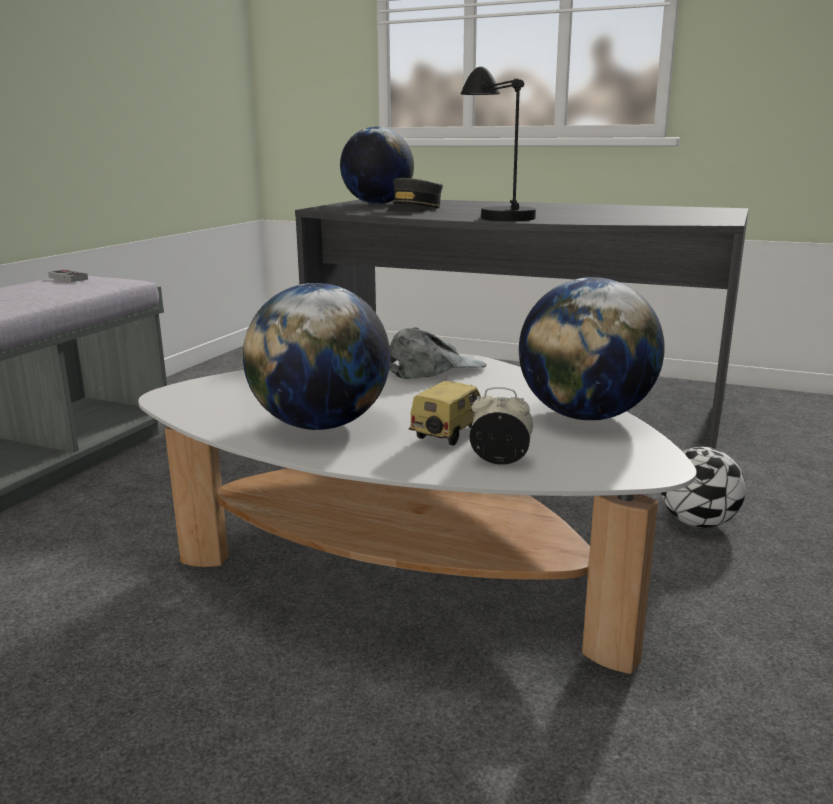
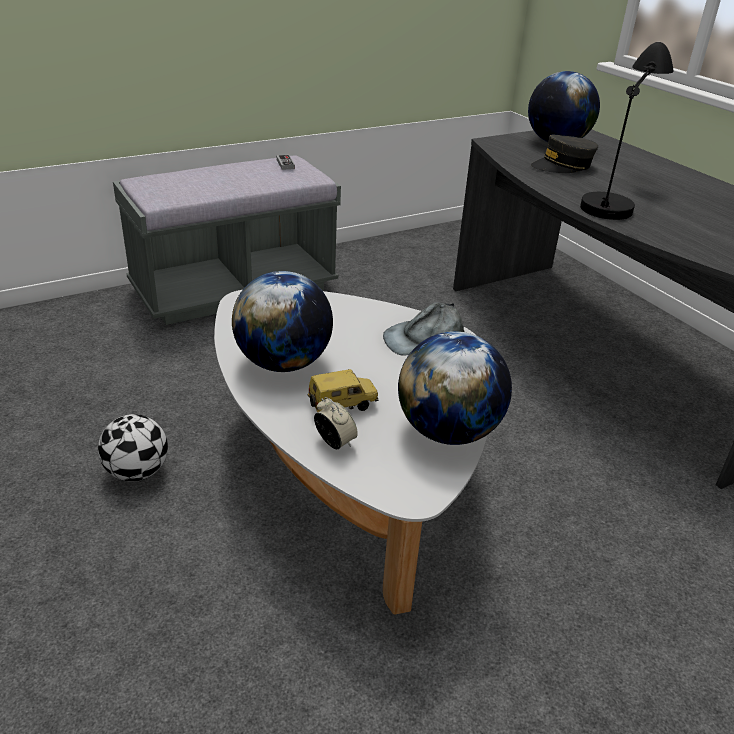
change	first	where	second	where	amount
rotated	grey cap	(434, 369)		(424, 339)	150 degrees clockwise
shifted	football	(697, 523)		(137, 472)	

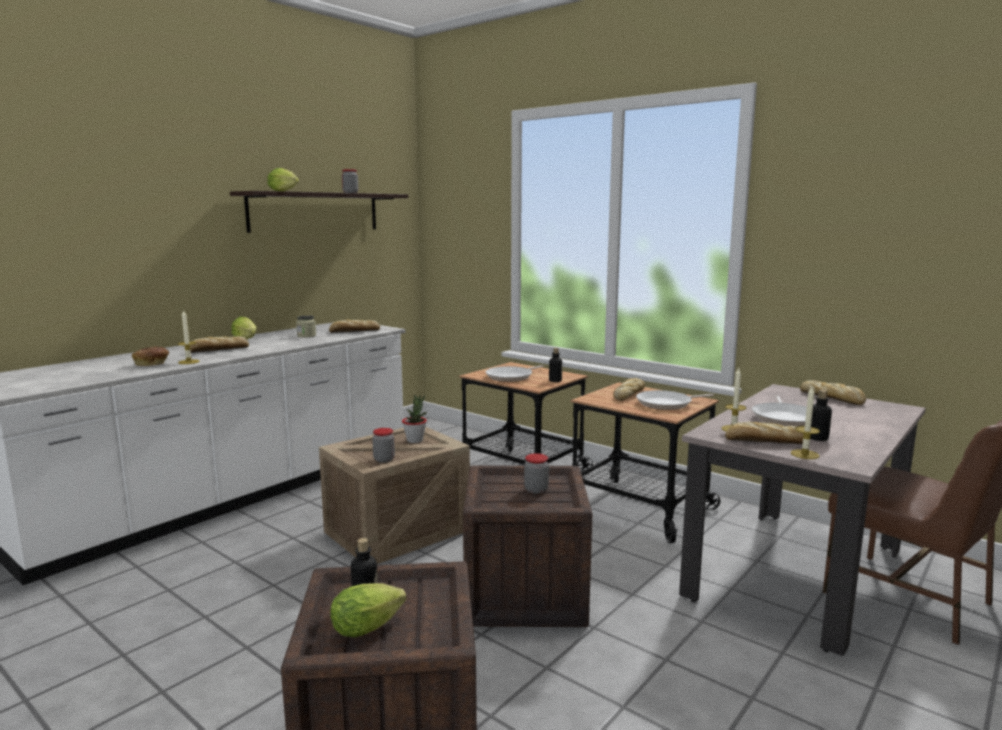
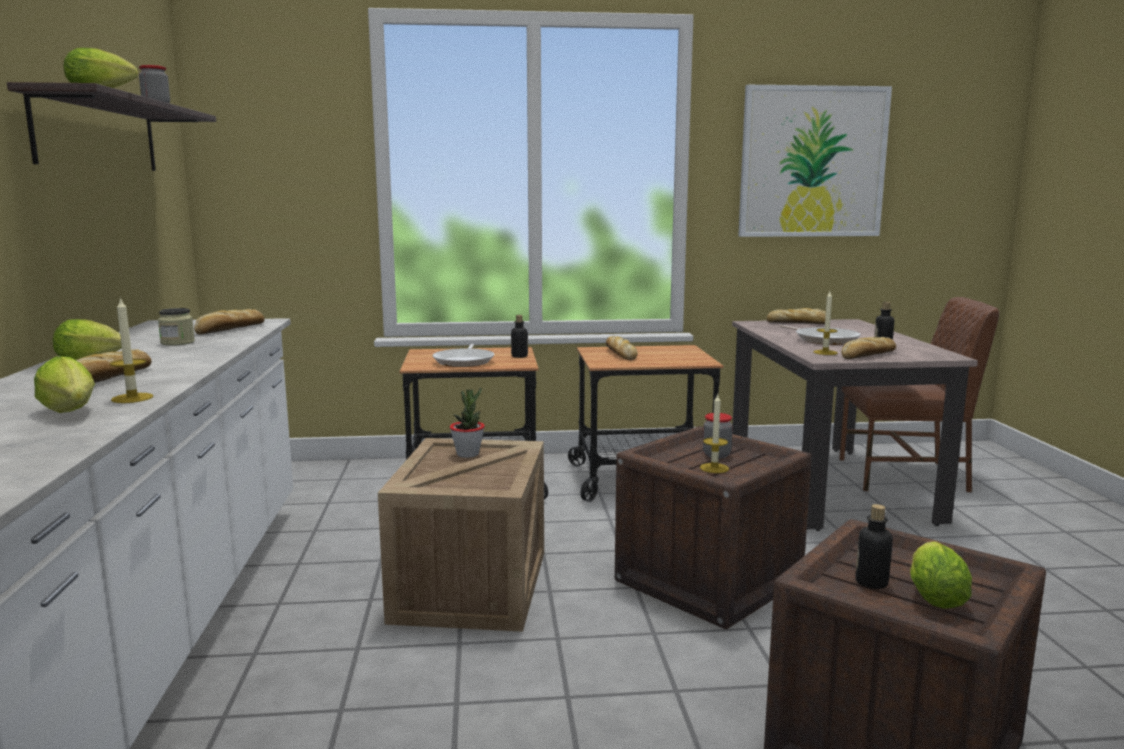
change	first	where	second	where	amount
swapped	bread	(152, 364)	lettuce	(71, 413)	
shifted	candle	(804, 454)		(714, 468)	
gone	frying pan	(667, 404)			
gone	jar	(384, 459)			
new			picture	(812, 162)	

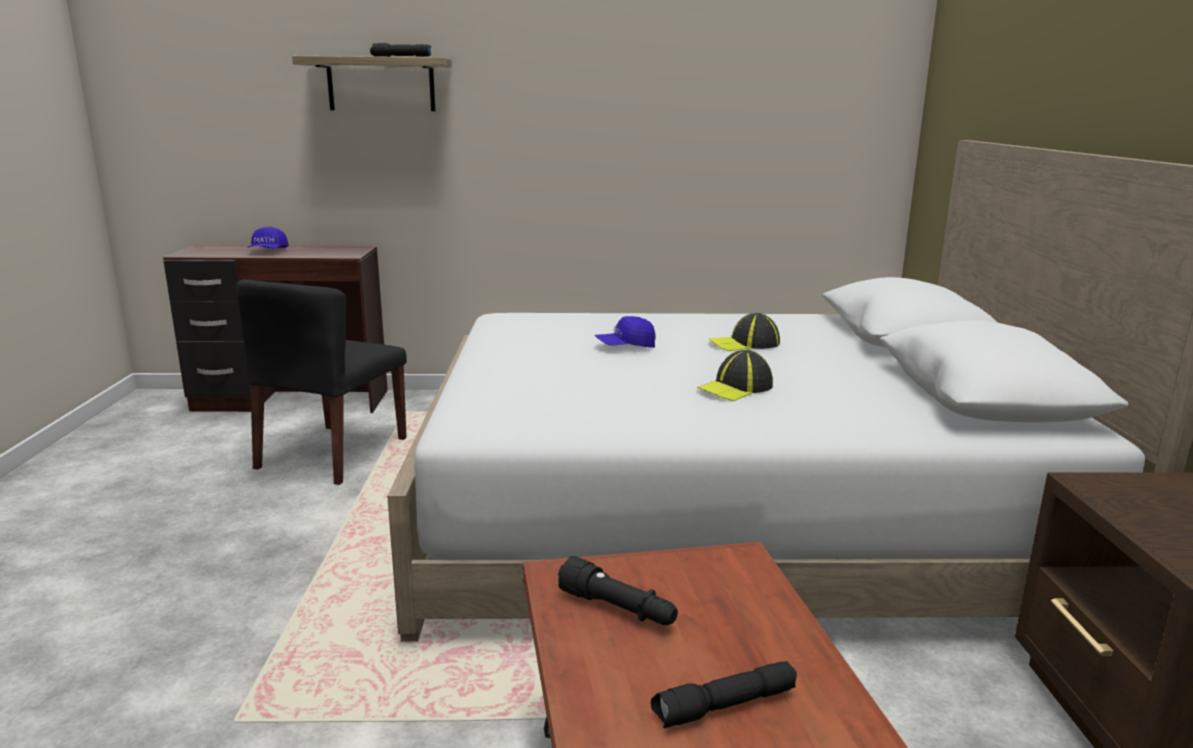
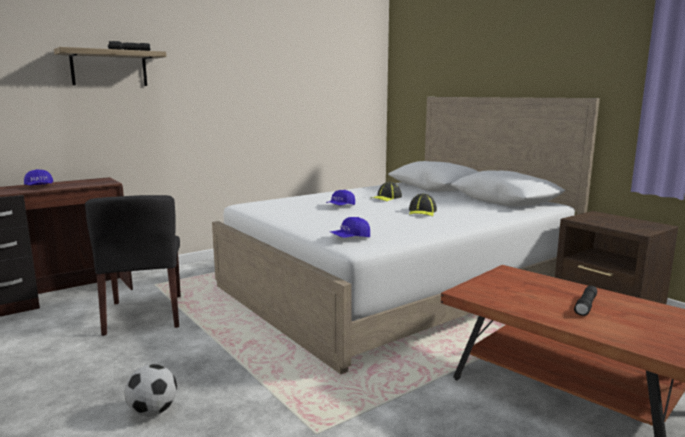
change	first	where	second	where	amount
gone	black flashlight	(618, 609)			
new			blue cap	(350, 238)	
new			football	(153, 411)	

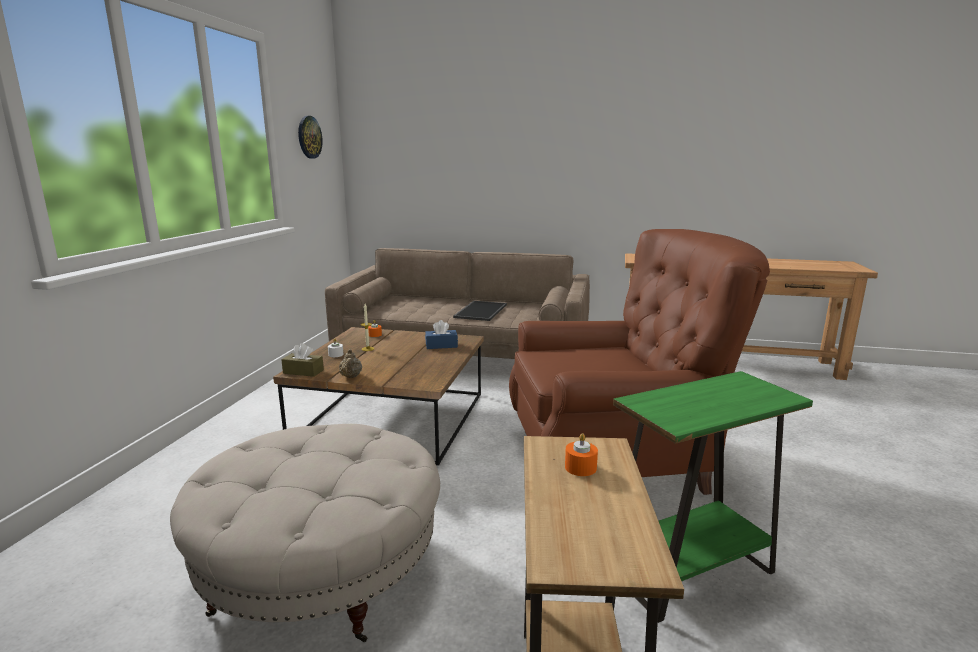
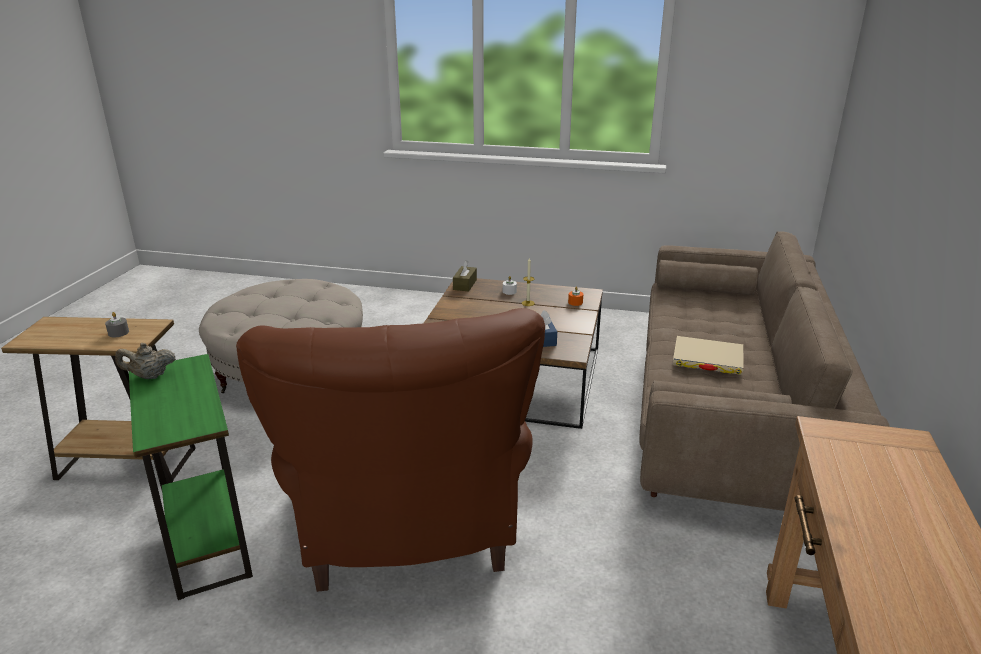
change	first	where	second	where	amount
gone	wall clock	(309, 137)			
swapped	tray	(480, 311)	beige book	(707, 359)	
shifted	beige teapot	(351, 377)		(149, 376)	
repainted	orange candle	(580, 467)	grey candle	(118, 333)	

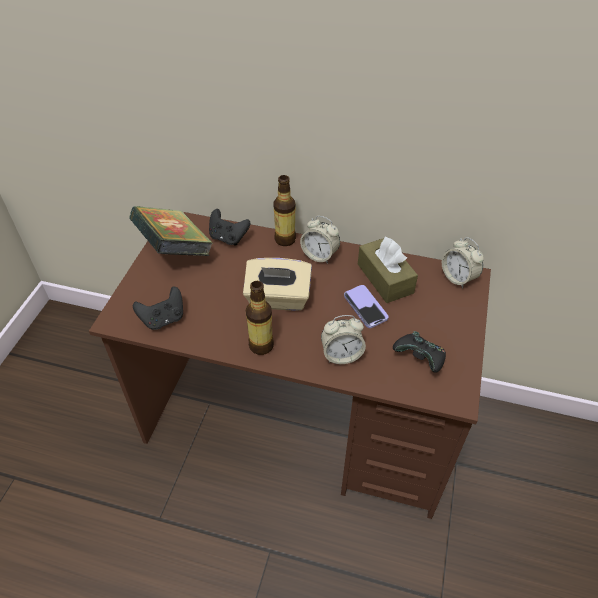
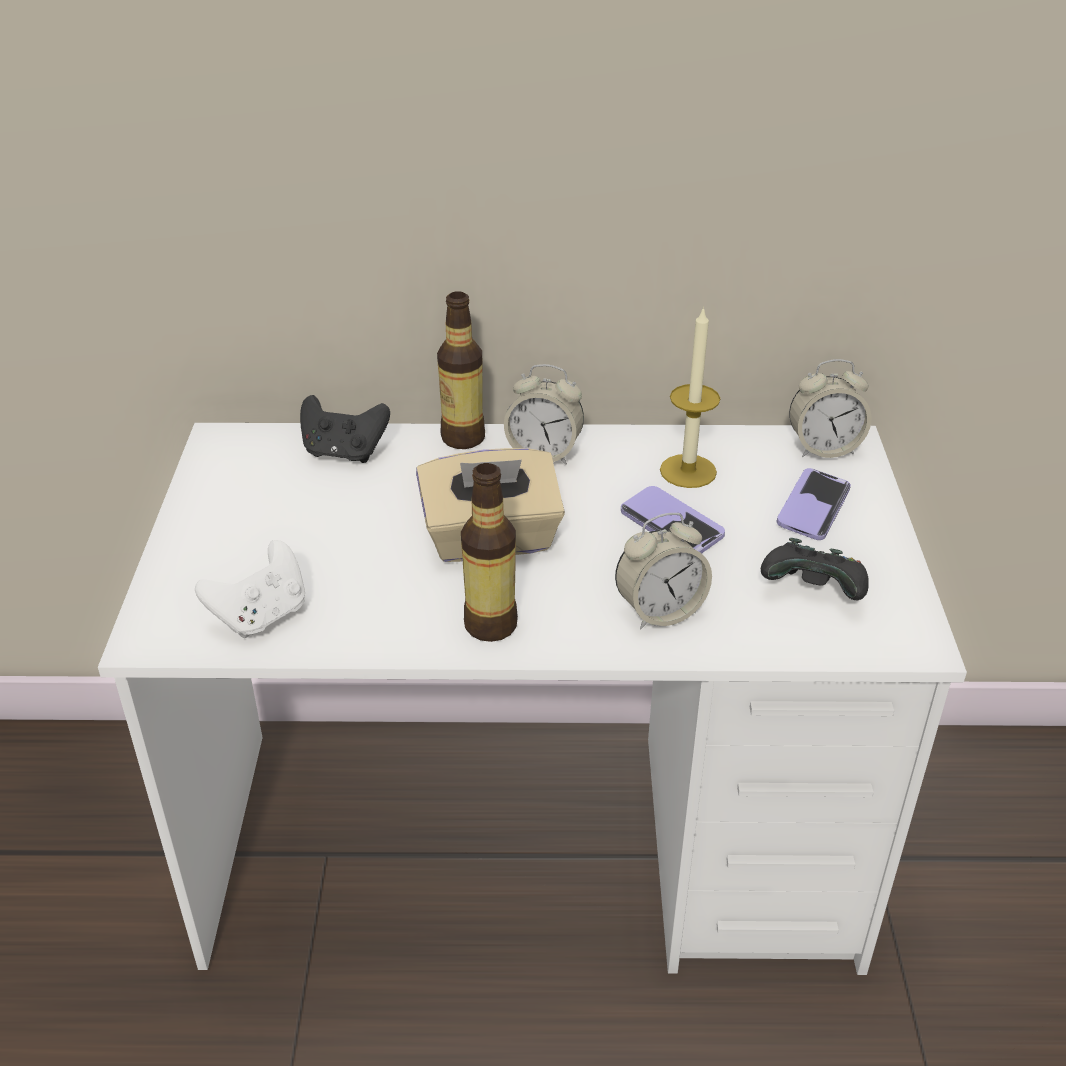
change	first	where	second	where	amount
gone	book	(174, 250)			
repainted	brown desk	(300, 421)	white desk	(534, 849)	
swapped	brown tissue box	(385, 278)	candle	(688, 471)	
rotated	alarm clock	(458, 278)		(823, 448)	45 degrees counterclockwise
repainted	black game controller	(163, 319)	white game controller	(261, 616)	
new			phone	(813, 507)	

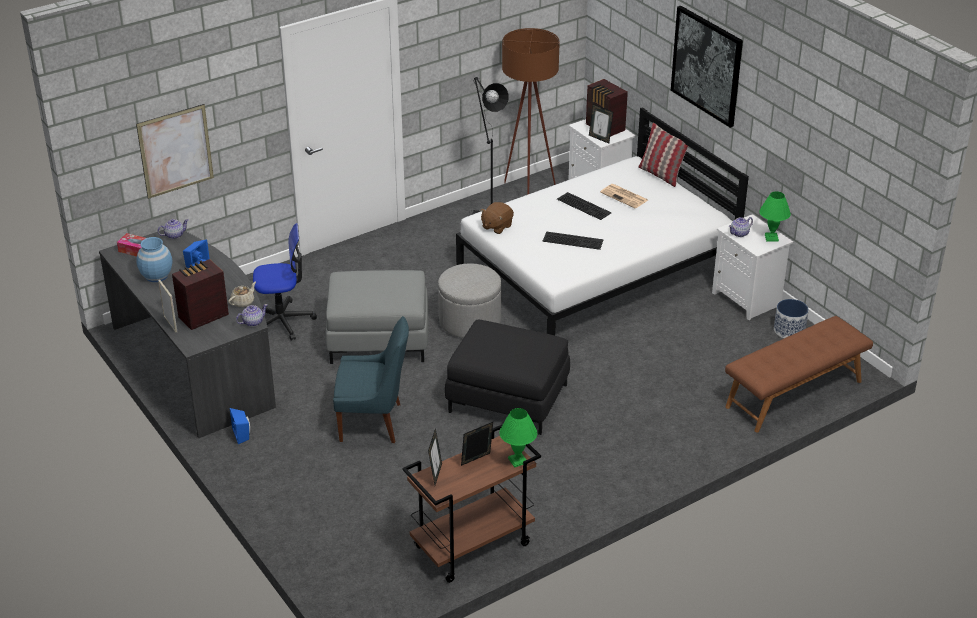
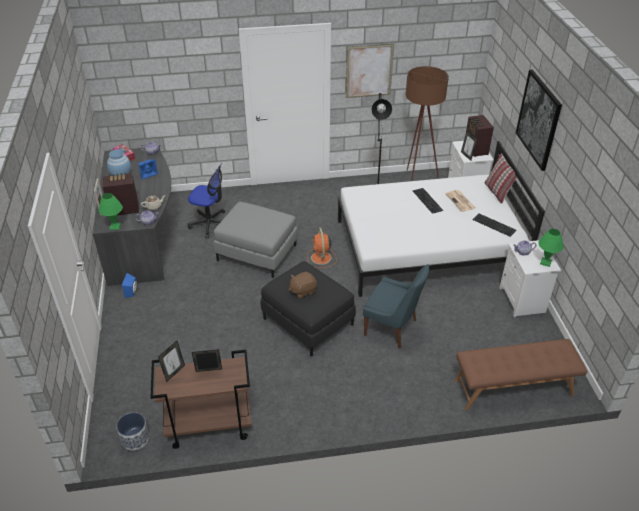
change	first	where	second	where	amount
shifted	picture	(175, 151)		(369, 71)	
shifted	brown plush toy	(496, 226)		(302, 291)	
shifted	keyboard	(573, 240)		(495, 224)	
swapped	grey ottoman	(470, 321)	orange fan	(321, 258)	
shifted	planter	(789, 331)		(135, 439)	
shifted	blue chair	(373, 422)		(392, 328)	
shifted	green table lamp	(518, 460)		(115, 226)	

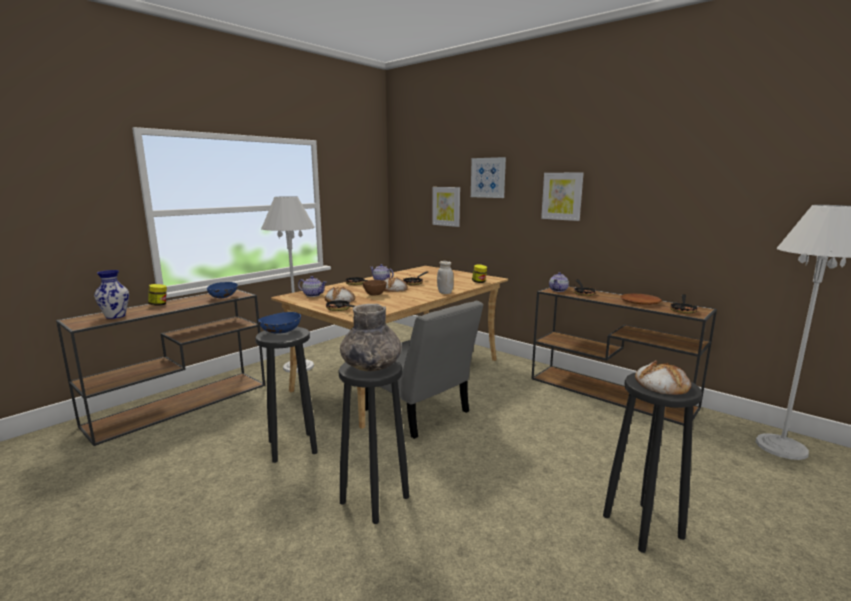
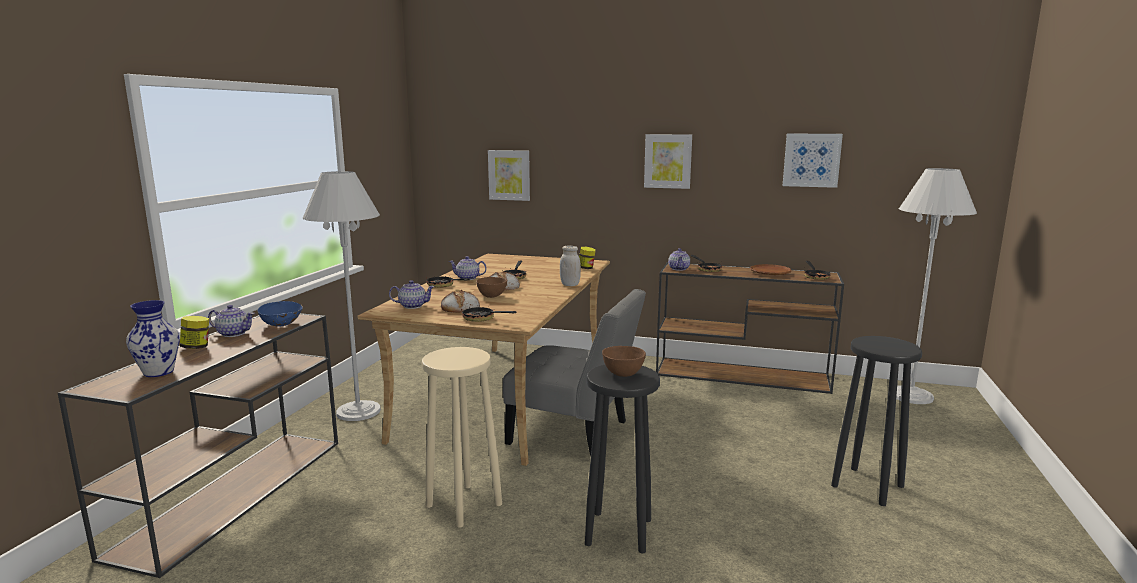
change	first	where	second	where	amount
shifted	picture	(488, 177)		(811, 160)	
swapped	grey vase	(371, 366)	brown bowl	(622, 374)	
gone	blue bowl	(281, 332)			
repainted	black stool	(291, 447)	beige stool	(463, 505)	
gone	bread	(661, 384)			
new			teapot	(233, 333)	

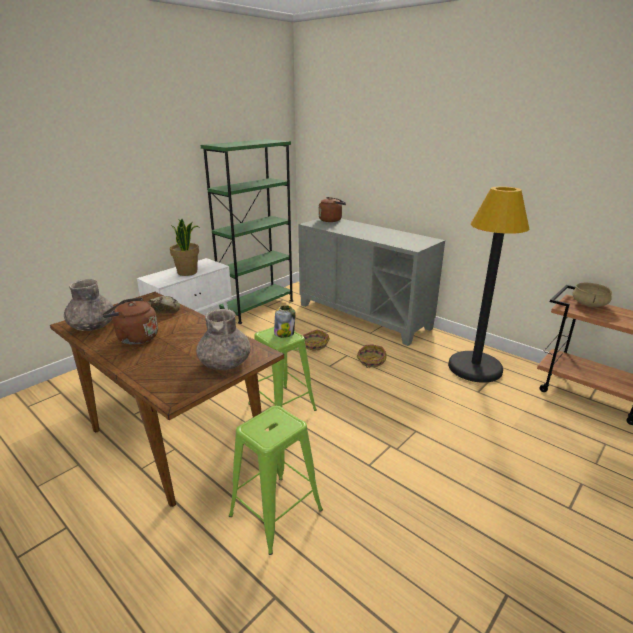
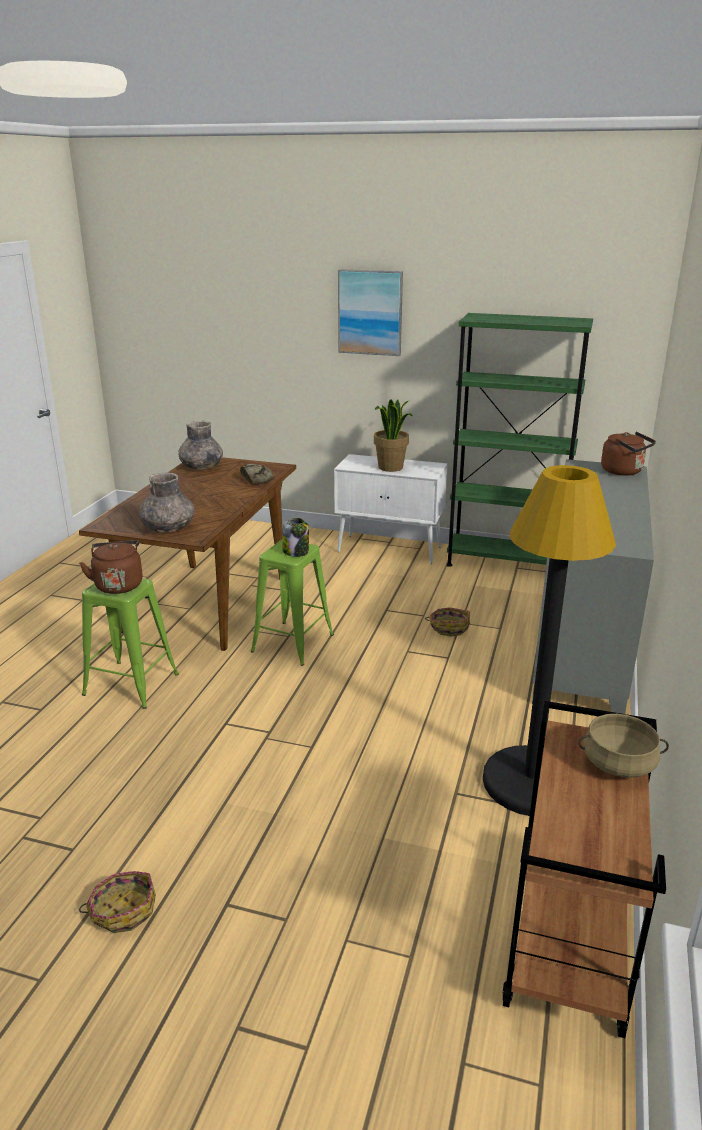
change	first	where	second	where	amount
shifted	brown kettle	(135, 337)		(118, 584)	
shifted	basket	(371, 361)		(123, 910)	
new			picture	(370, 312)	

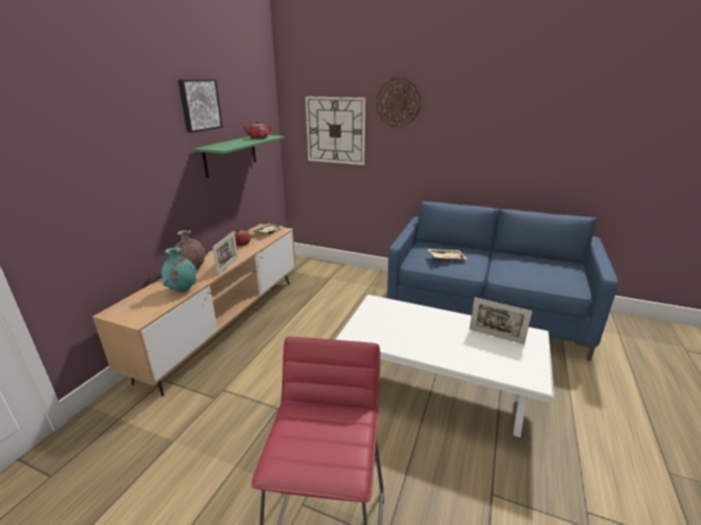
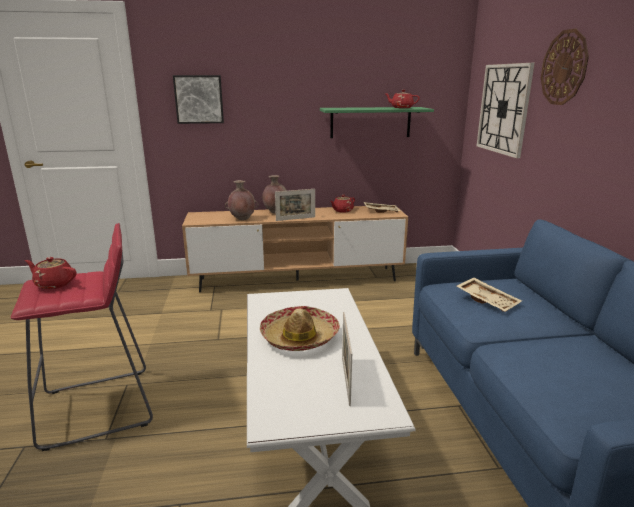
change	first	where	second	where	amount
shifted	picture	(199, 105)		(199, 99)	
repainted	turquoise vase	(182, 290)	brown vase	(242, 219)	
new			red teapot	(54, 284)	
new			hat	(299, 337)	

